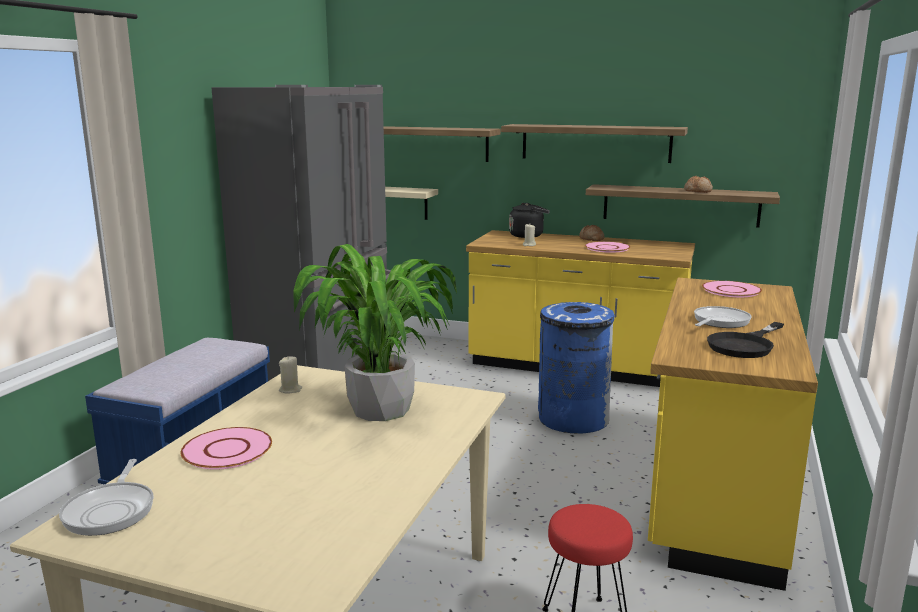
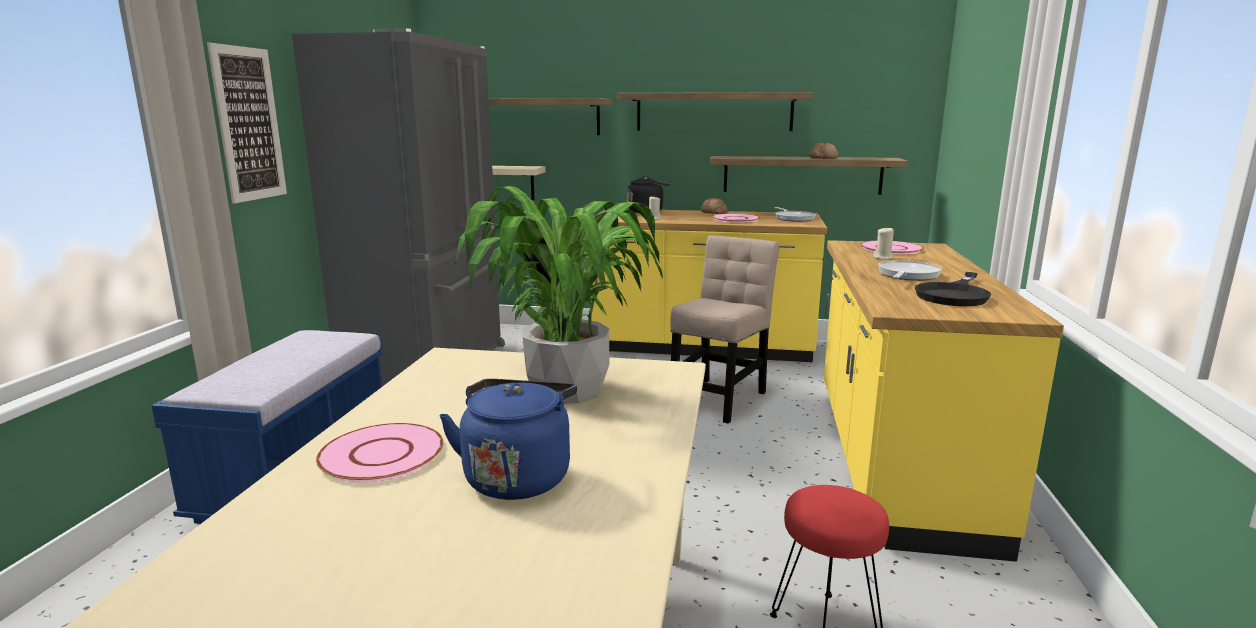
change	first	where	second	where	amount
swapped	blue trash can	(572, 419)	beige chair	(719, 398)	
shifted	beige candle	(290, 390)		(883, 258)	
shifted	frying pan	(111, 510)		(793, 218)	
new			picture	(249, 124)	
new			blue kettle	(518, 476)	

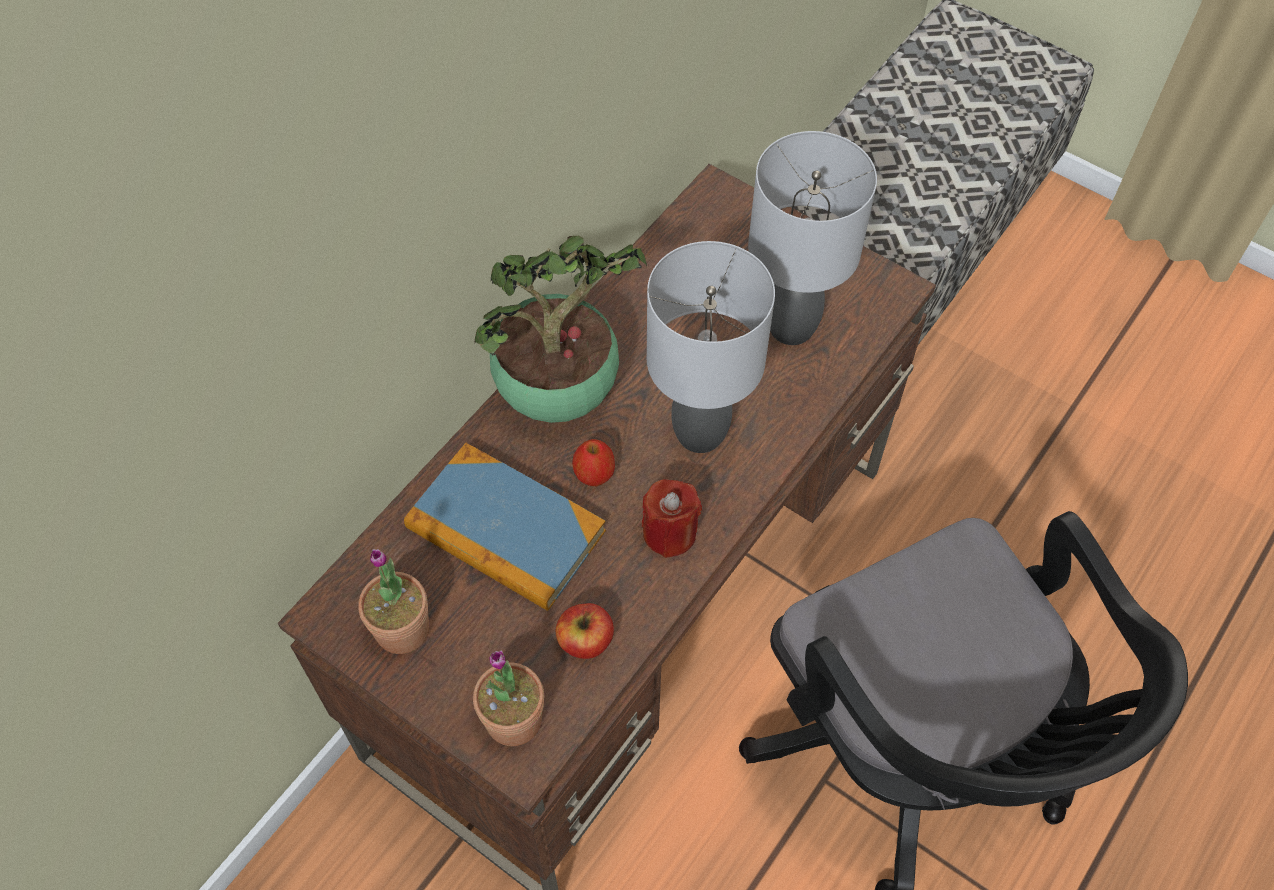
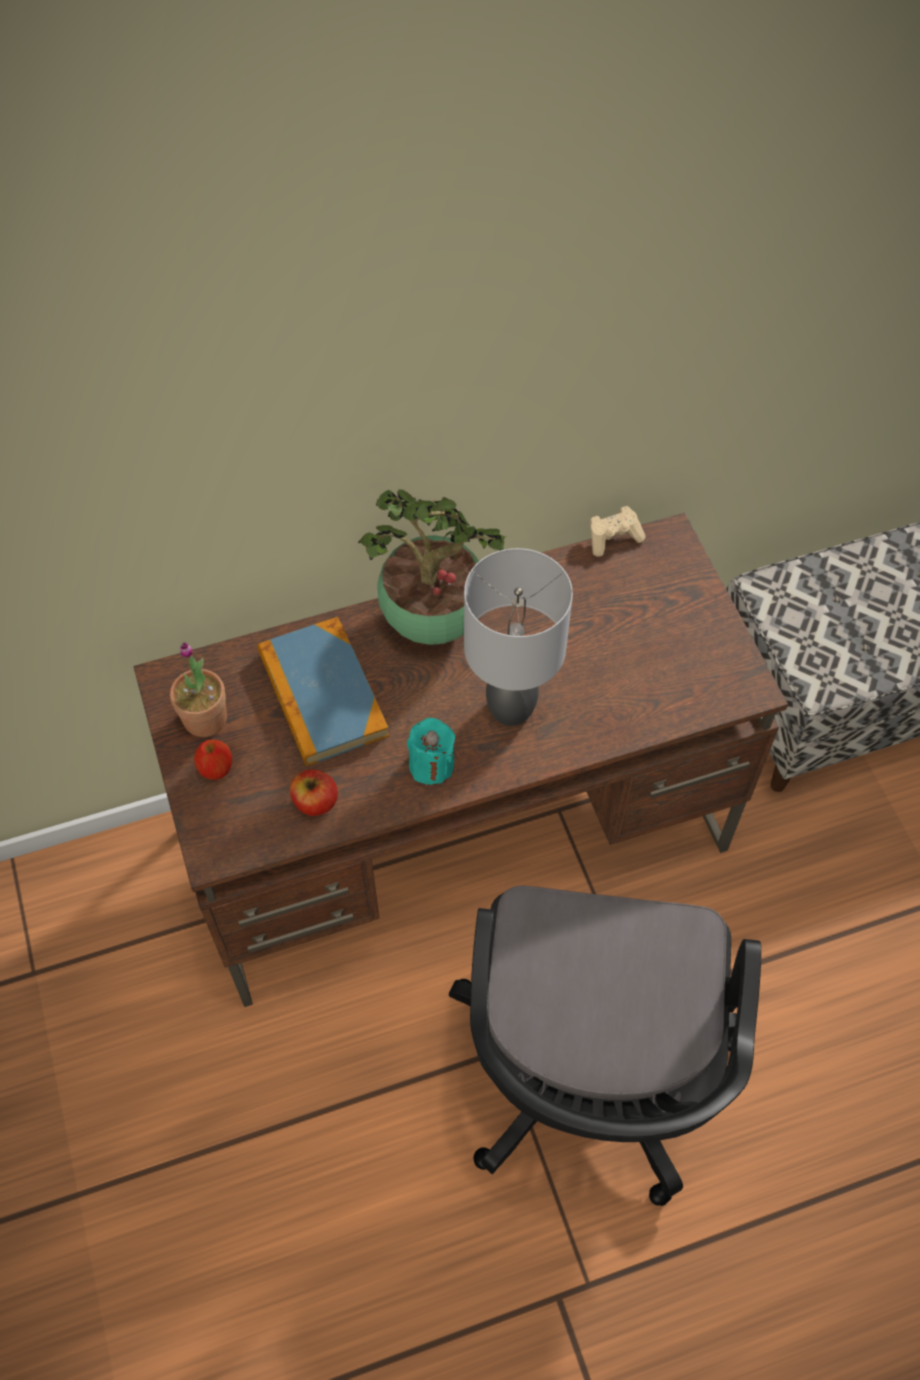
change	first	where	second	where	amount
gone	grey table lamp	(790, 328)			
shifted	apple	(594, 474)		(216, 769)	
repainted	red candle	(669, 533)	turquoise candle	(431, 765)	
gone	potted plant	(513, 719)			
new			beige game controller	(613, 538)	

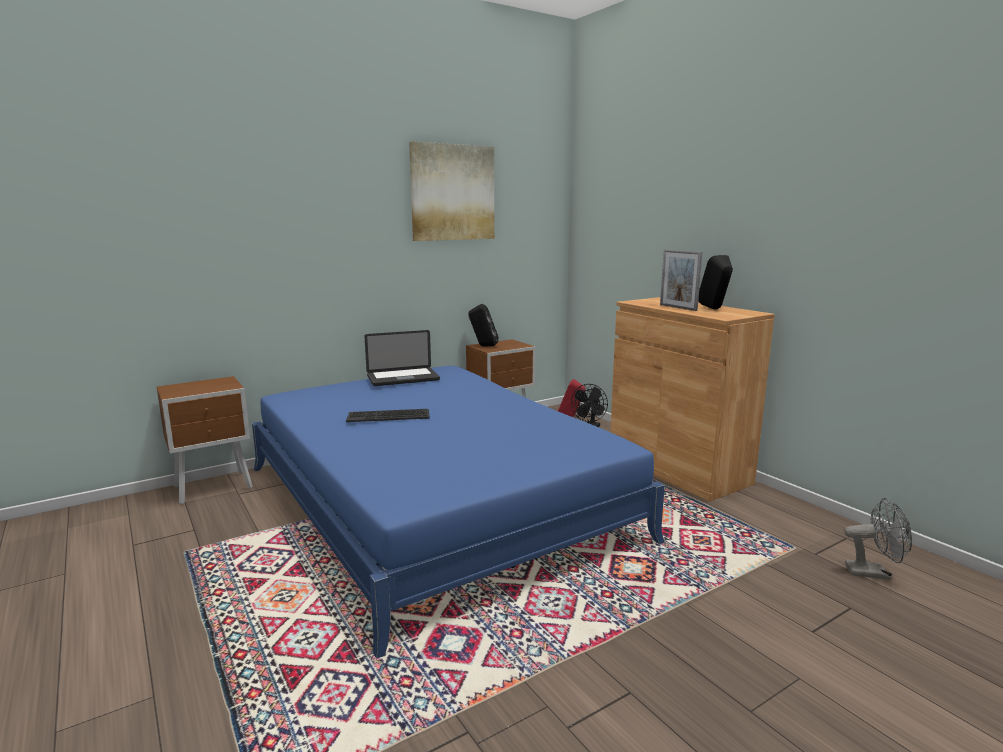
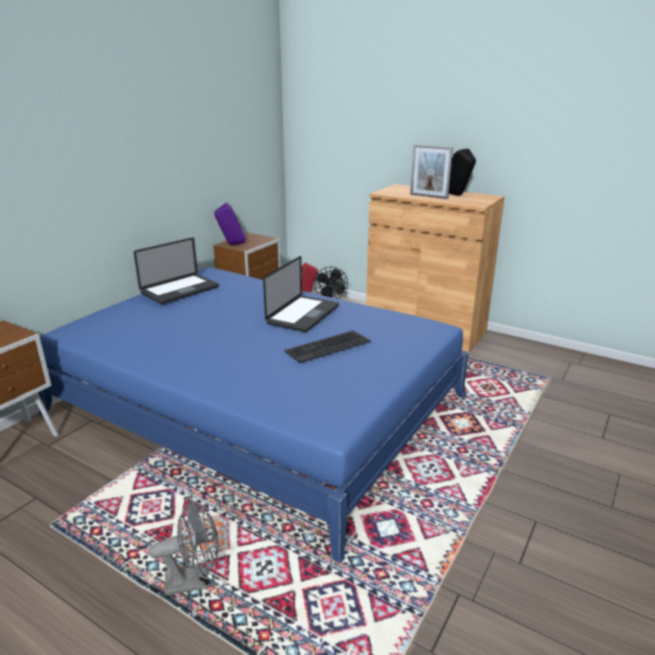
change	first	where	second	where	amount
gone	picture	(452, 193)			
repainted	black speaker	(483, 346)	purple speaker	(231, 244)	
shifted	keyboard	(388, 416)		(327, 346)	
shifted	grey fan	(874, 573)		(195, 580)	
new			laptop	(303, 315)	

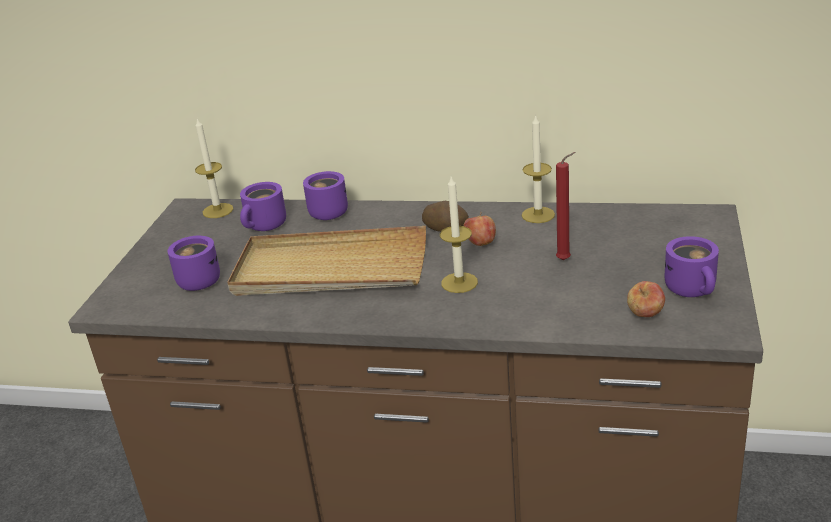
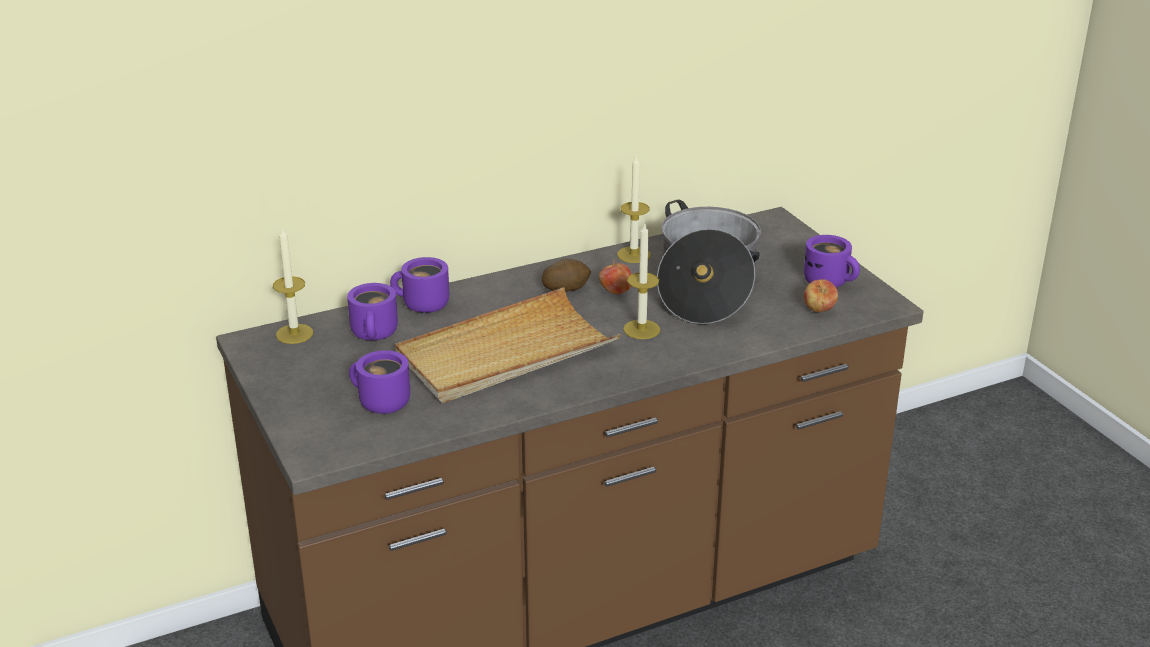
change	first	where	second	where	amount
swapped	red candle	(566, 260)	cooking pot	(706, 286)	

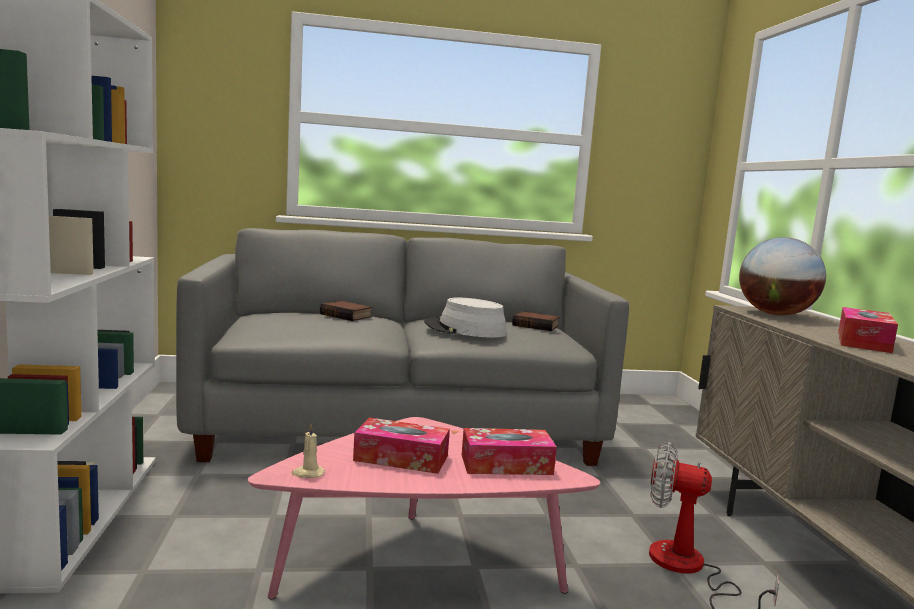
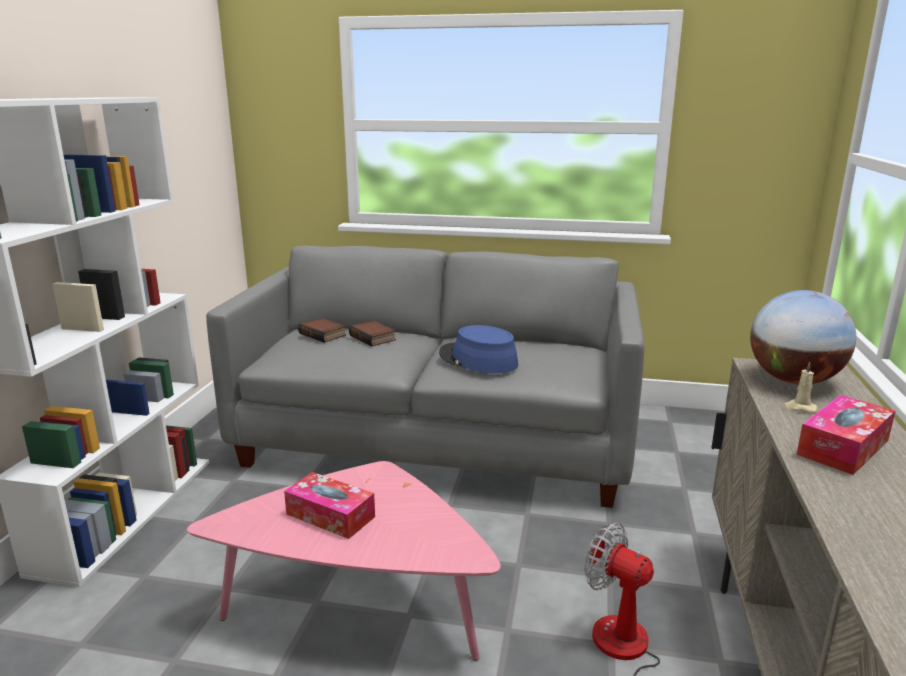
change	first	where	second	where	amount
repainted	grey hat	(464, 330)	blue hat	(477, 359)	
shifted	book	(536, 325)		(324, 334)	
shifted	beige candle	(307, 473)		(799, 408)	
gone	tissue box	(506, 464)			

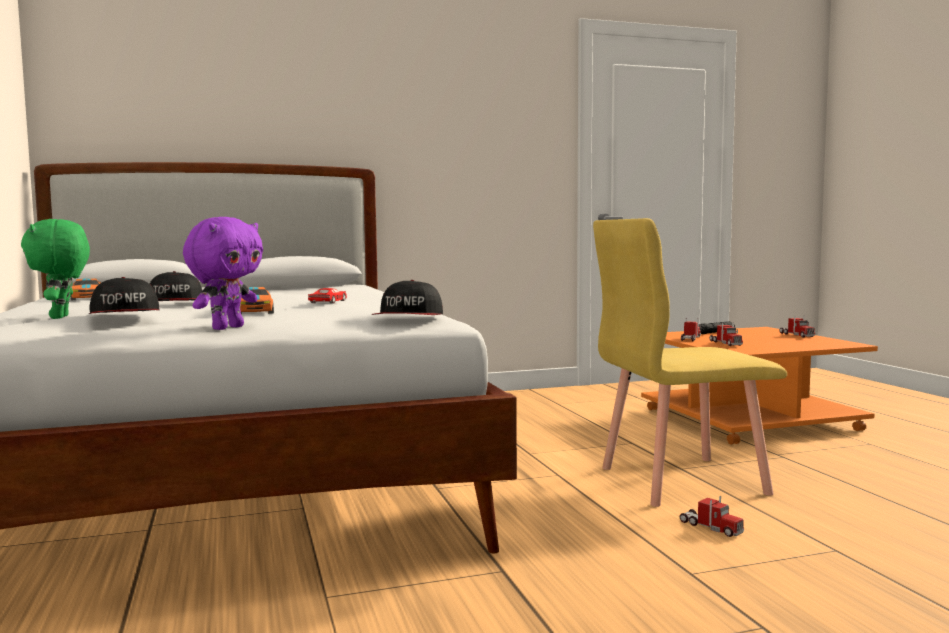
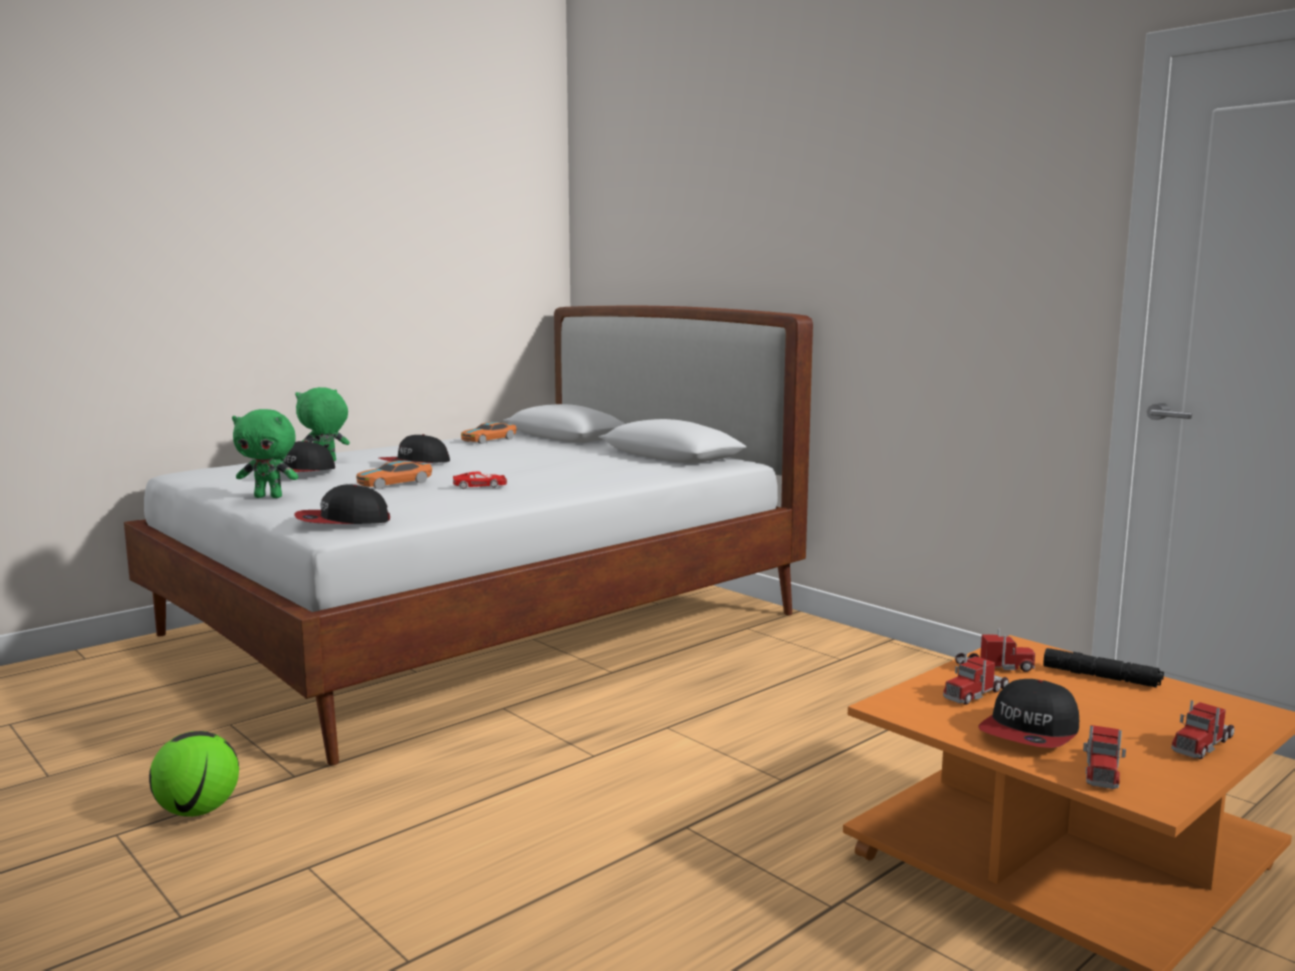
change	first	where	second	where	amount
repainted	purple plush toy	(227, 328)	green plush toy	(269, 497)	
gone	yellow chair	(680, 480)			
shifted	toy truck	(711, 527)		(1101, 770)	
new			cap	(1030, 732)	
new			football	(198, 811)	

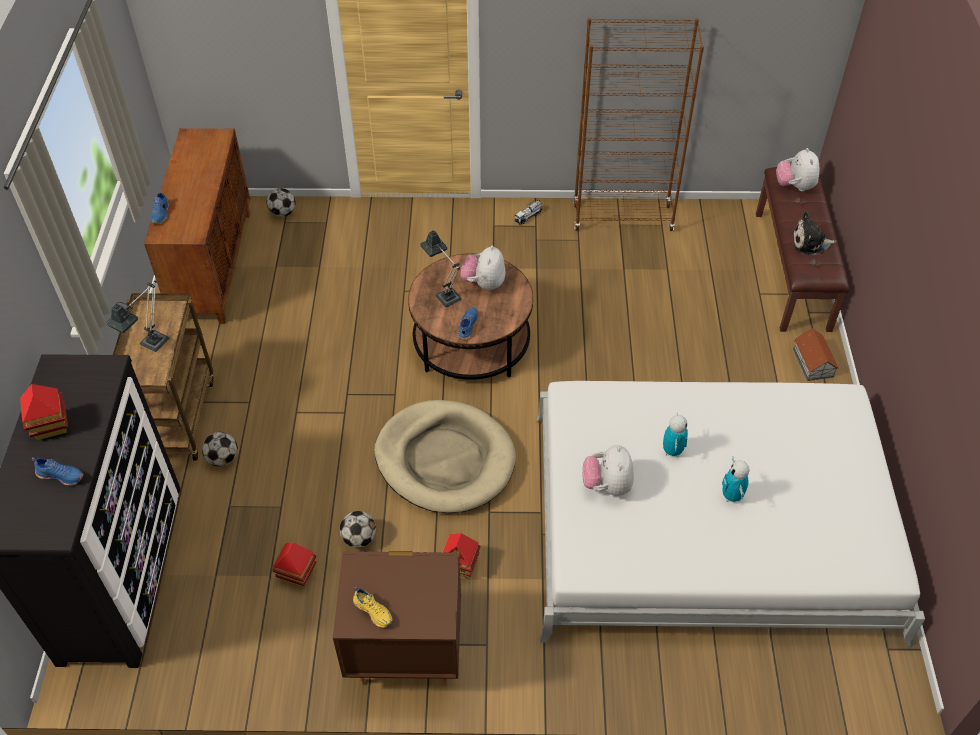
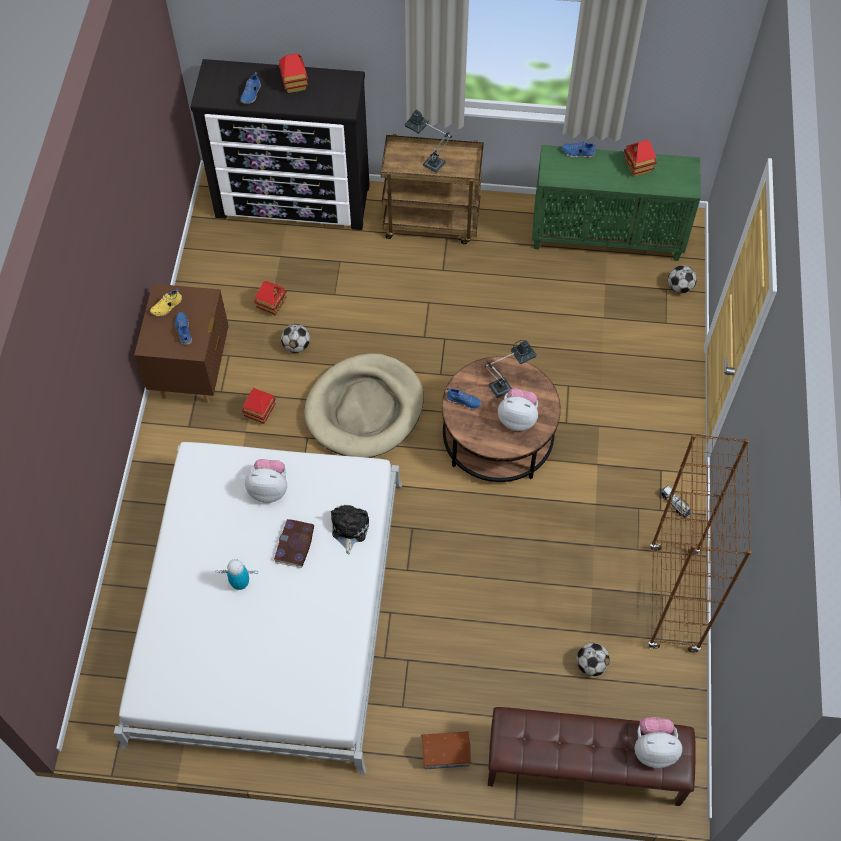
change	first	where	second	where	amount
repainted	brown cabinet	(213, 265)	green cabinet	(607, 237)	
shifted	plush toy	(810, 243)		(349, 529)	
swapped	toy robot	(672, 451)	book	(295, 544)	
shifted	football	(223, 458)		(591, 664)	
new			toy house	(637, 168)	
new			blue shoe	(183, 331)	

